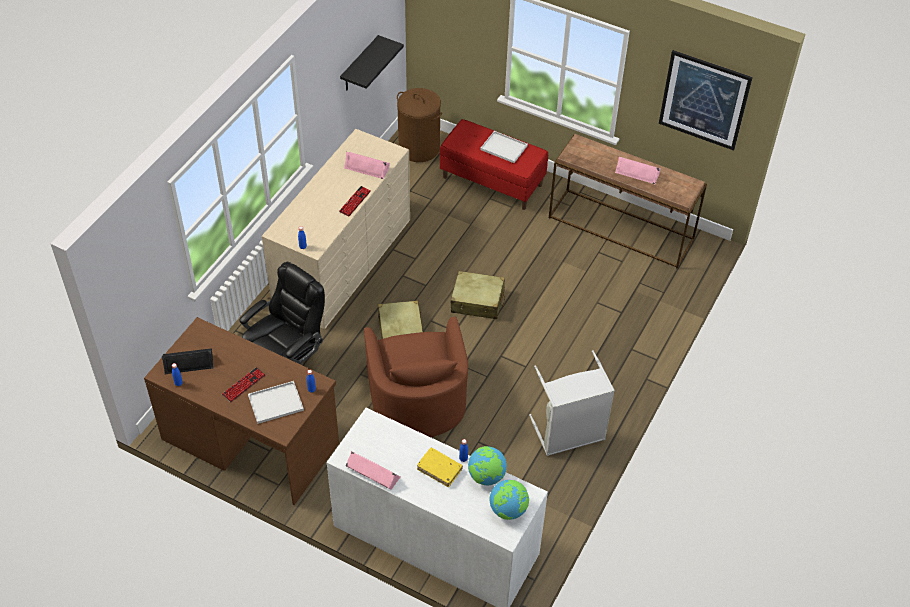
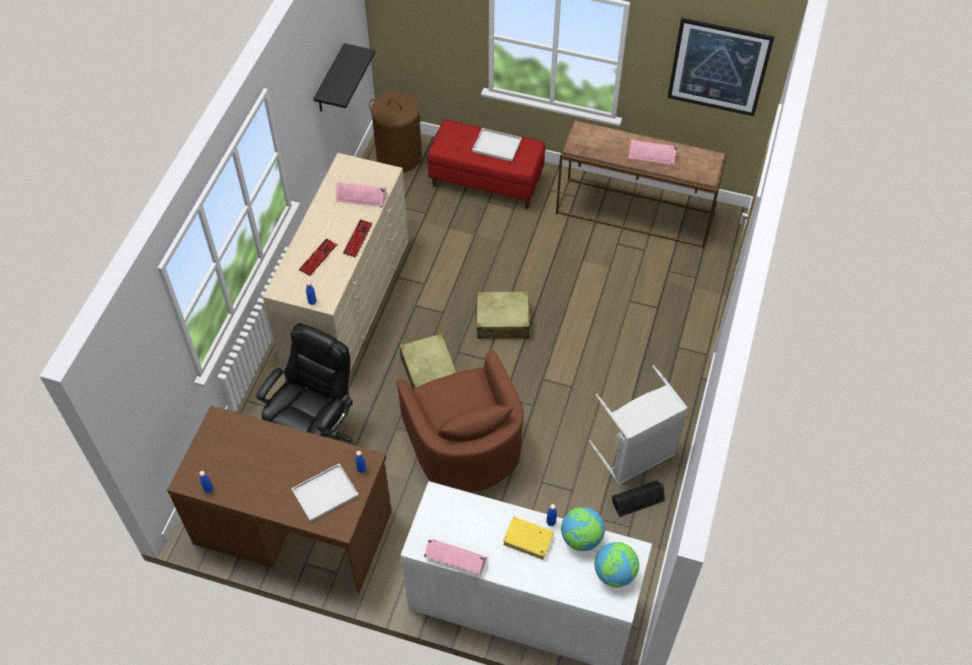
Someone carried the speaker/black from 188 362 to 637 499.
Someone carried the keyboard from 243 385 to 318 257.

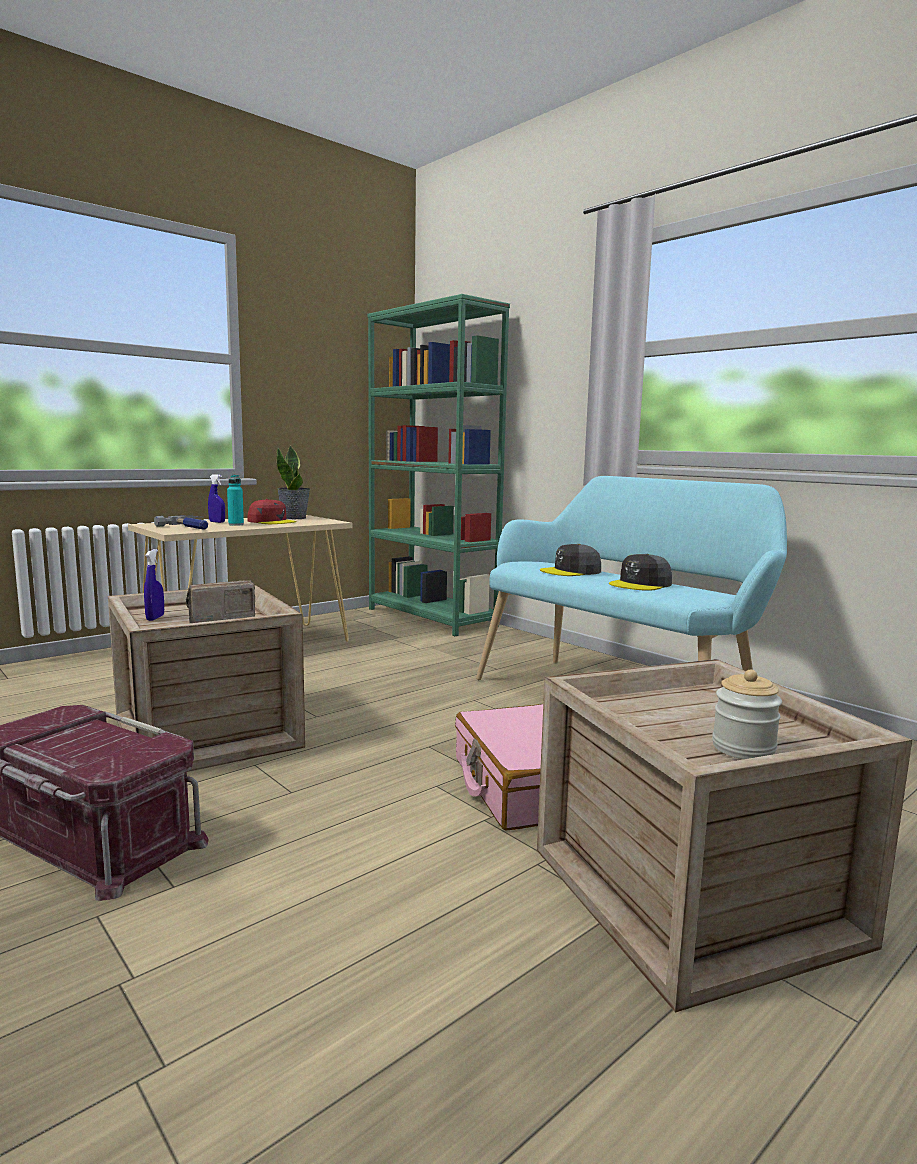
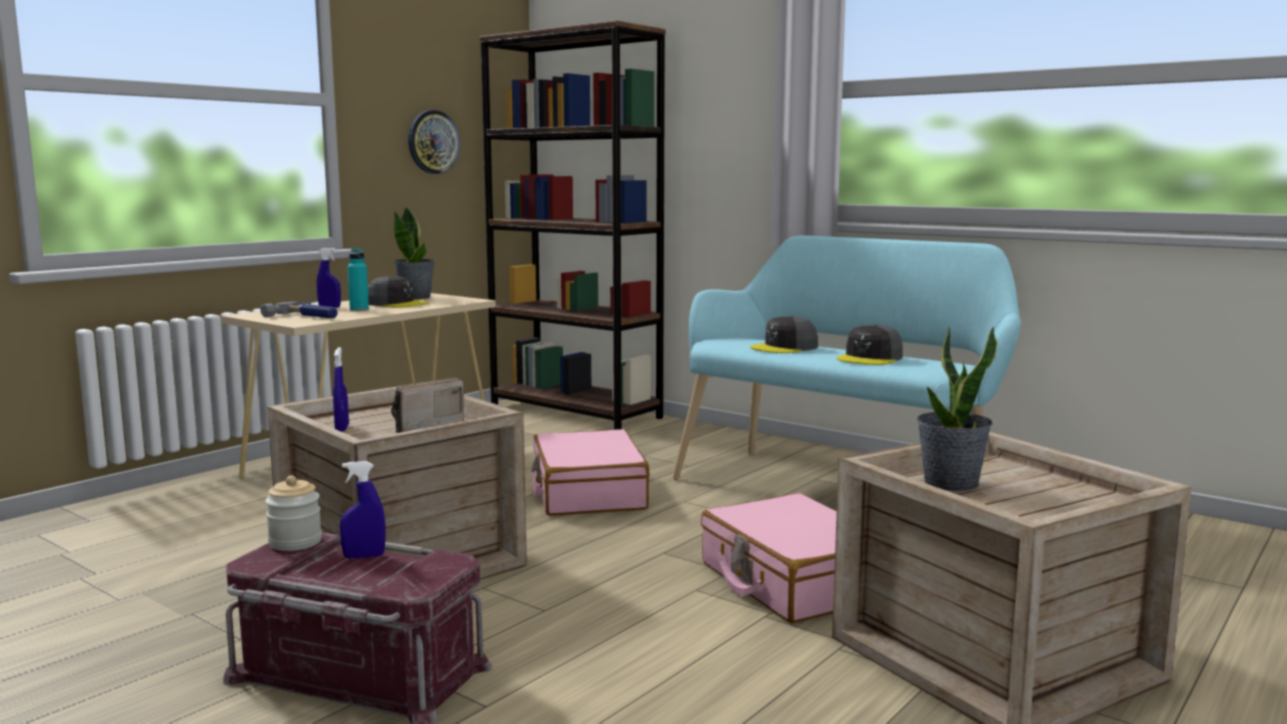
Someone put down the spray bottle/blue at 364 556.
Someone put up the wall clock at 433 142.
Someone put down the suitcase/pink at 587 493.
Someone put down the potted plant at 950 483.
Someone carried the jar from 743 748 to 295 542.
Someone repainted the cap/red at 272 521, which became the cap/grey at 396 303.
Someone repainted the bookcase/green at 431 617, which became the bookcase/brown at 575 412.

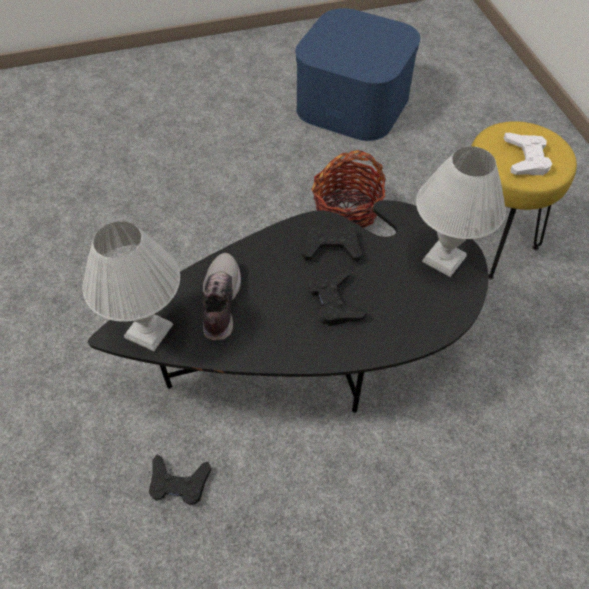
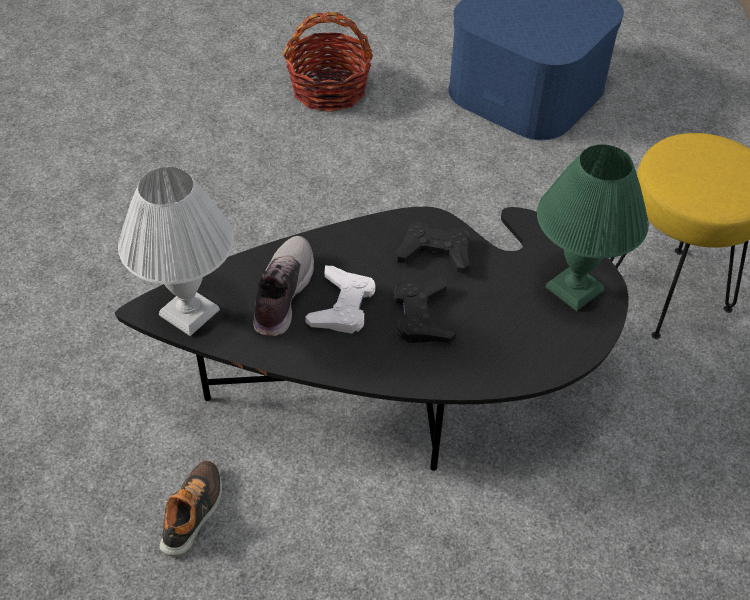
Someone carried the basket from 347 209 to 329 89.
Someone carried the game controller/white from 525 159 to 342 306.
Someone swapped the game controller/black at 179 483 for the shoe at 193 512.
Someone repainted the table lamp/white at 445 259, which became the table lamp/green at 576 289.

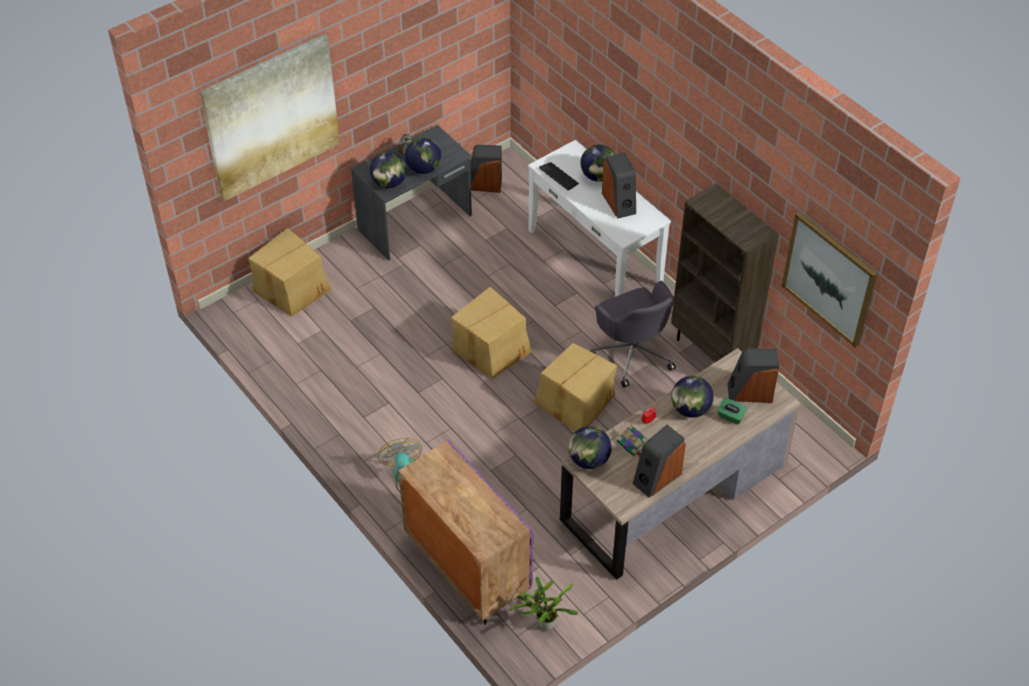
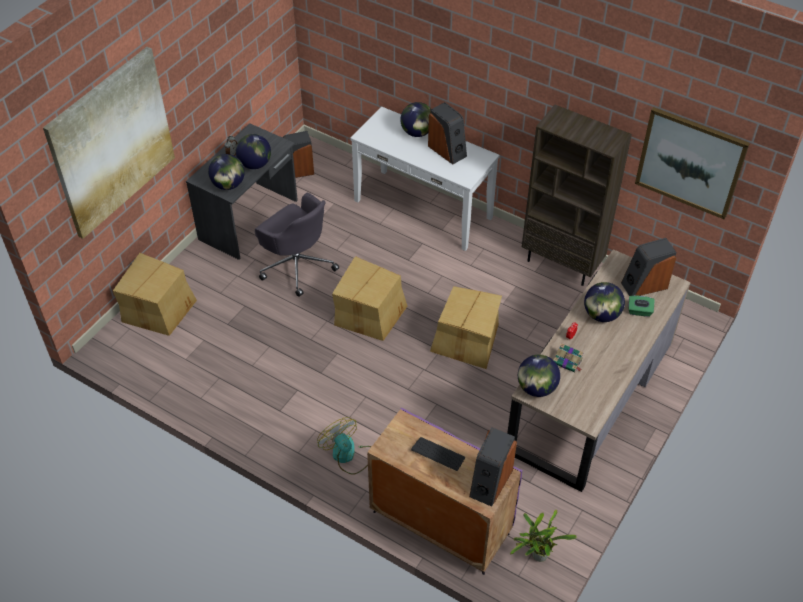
Someone carried the keyboard from 559 176 to 438 454.
Someone carried the office chair/grey from 632 352 to 297 264.
Someone carried the speaker from 656 477 to 490 482.

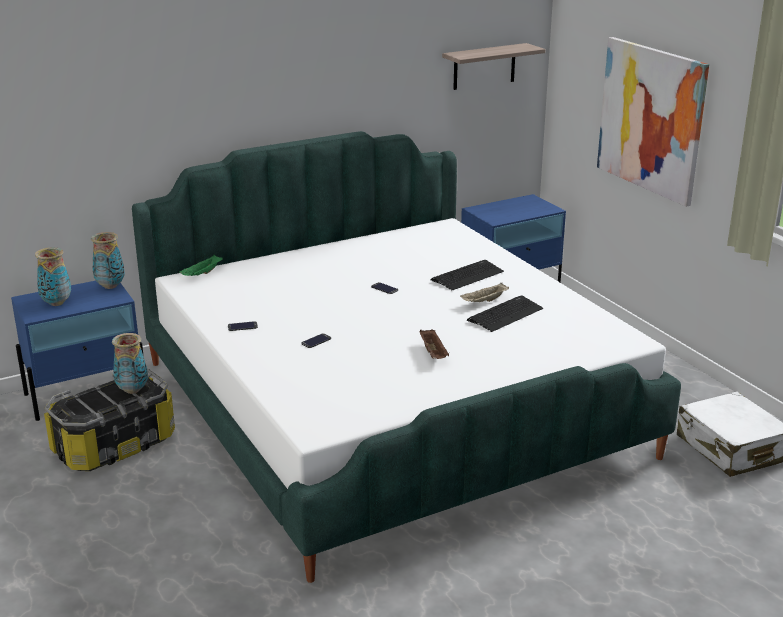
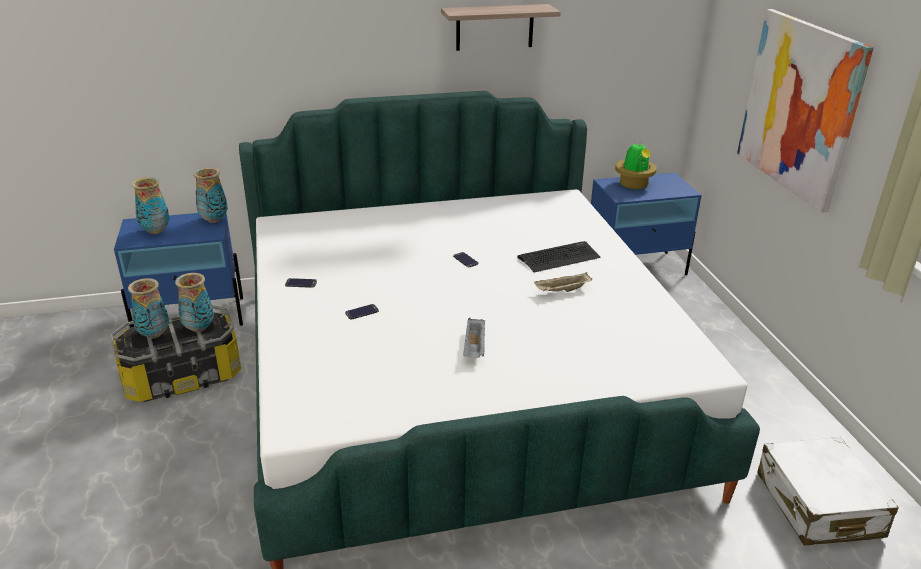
Someone took away the tray/green at 202 274.
Someone took away the keyboard at 505 314.
Someone put down the vase at 154 334.
Someone put down the potted plant at 634 185.
Someone carried the shelf from 484 66 to 494 27.
Someone repainted the tray/brown at 433 353, which became the tray/grey at 474 348.

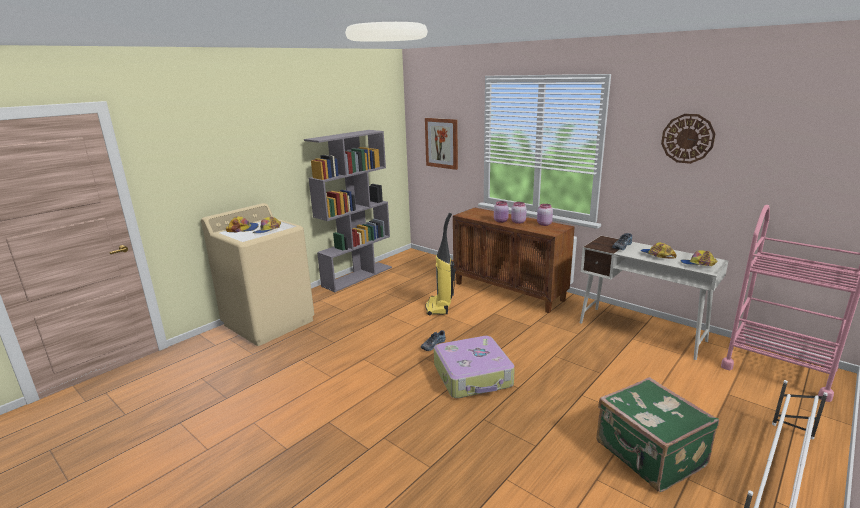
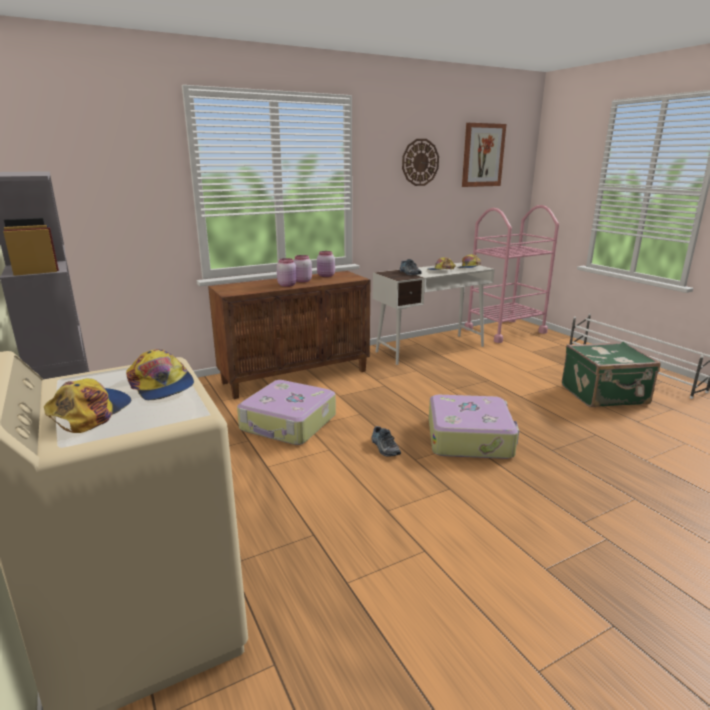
Someone carried the picture from 442 143 to 482 155.
Someone swapped the vacuum cleaner at 439 307 for the suitcase at 288 423.

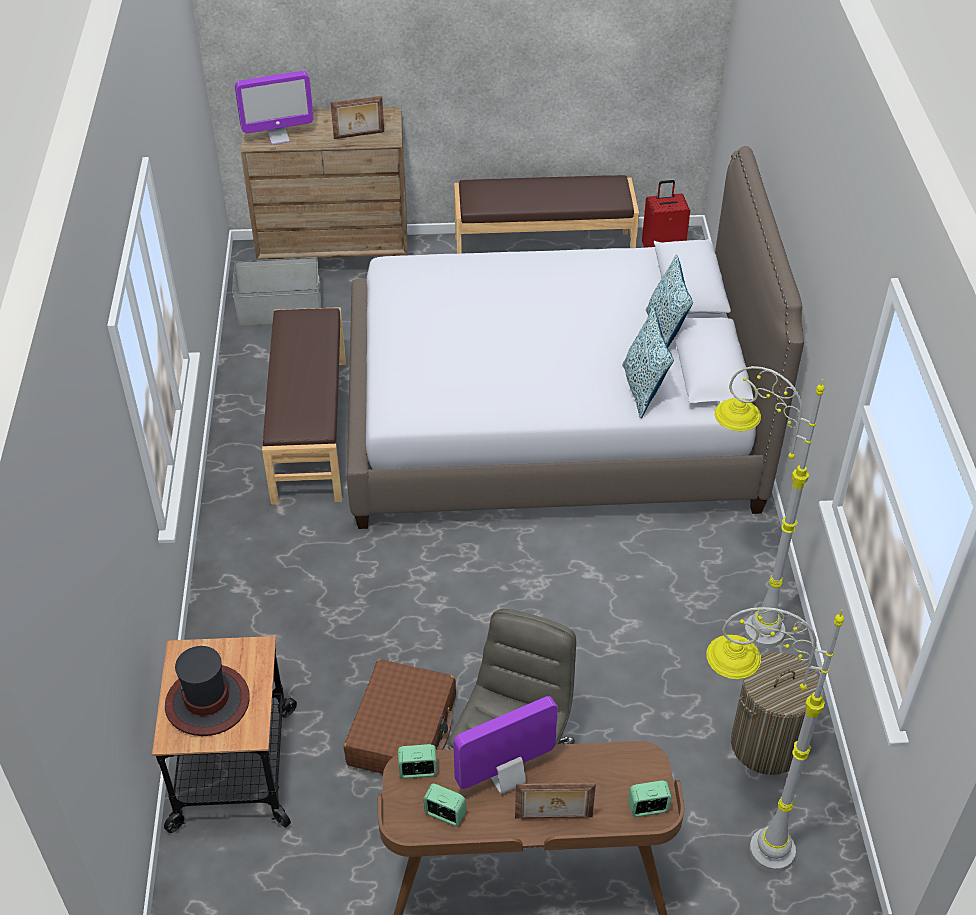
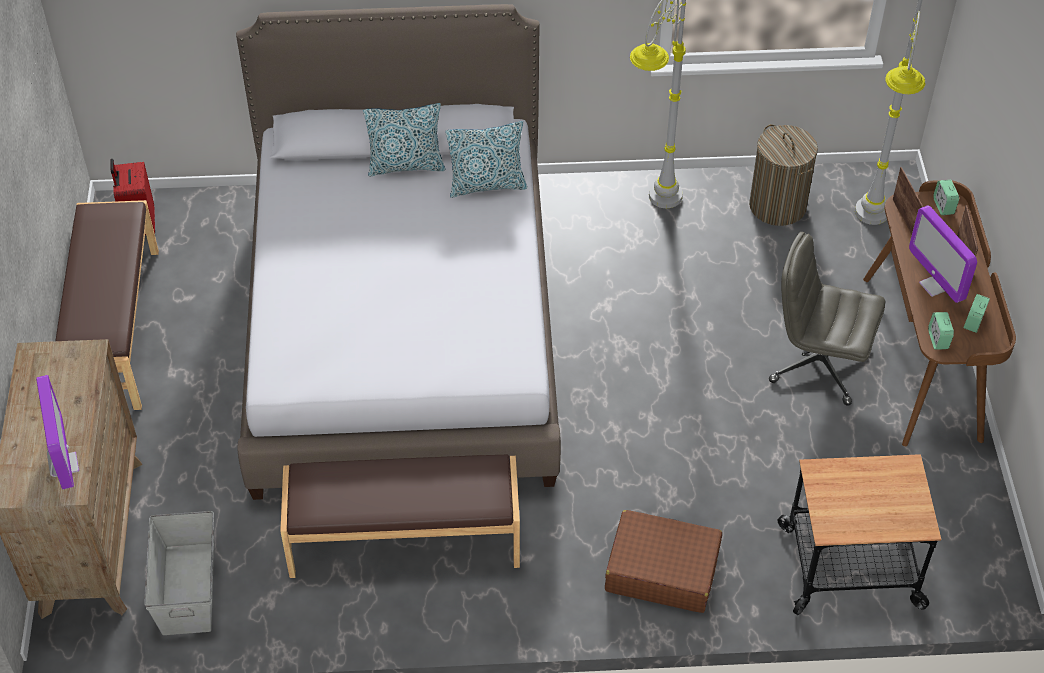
Someone took away the hat at 208 702.
Someone carried the picture frame from 359 135 to 905 219.
Someone carried the suitcase/brown from 402 731 to 661 570.

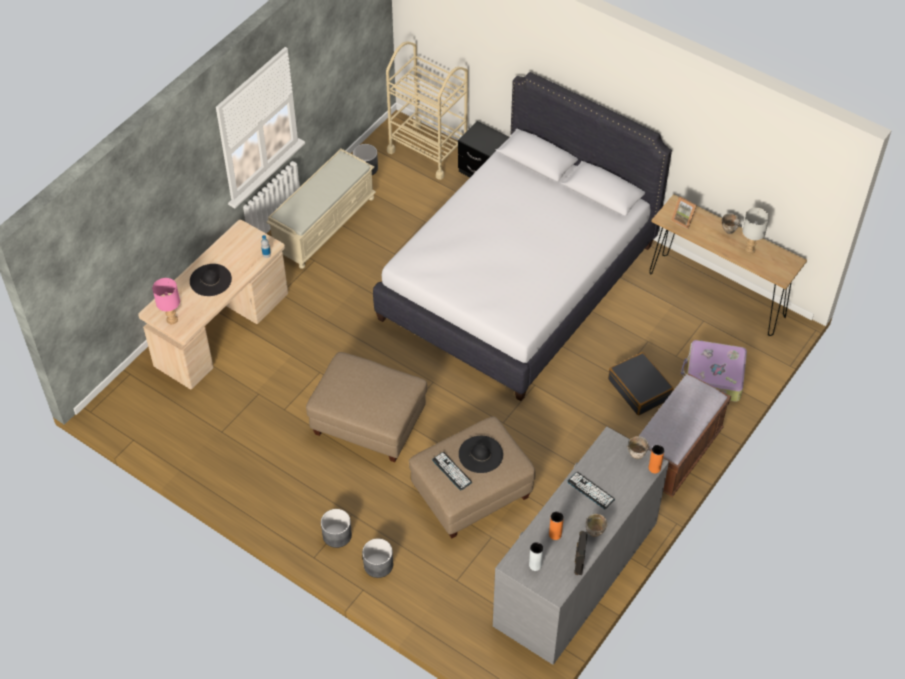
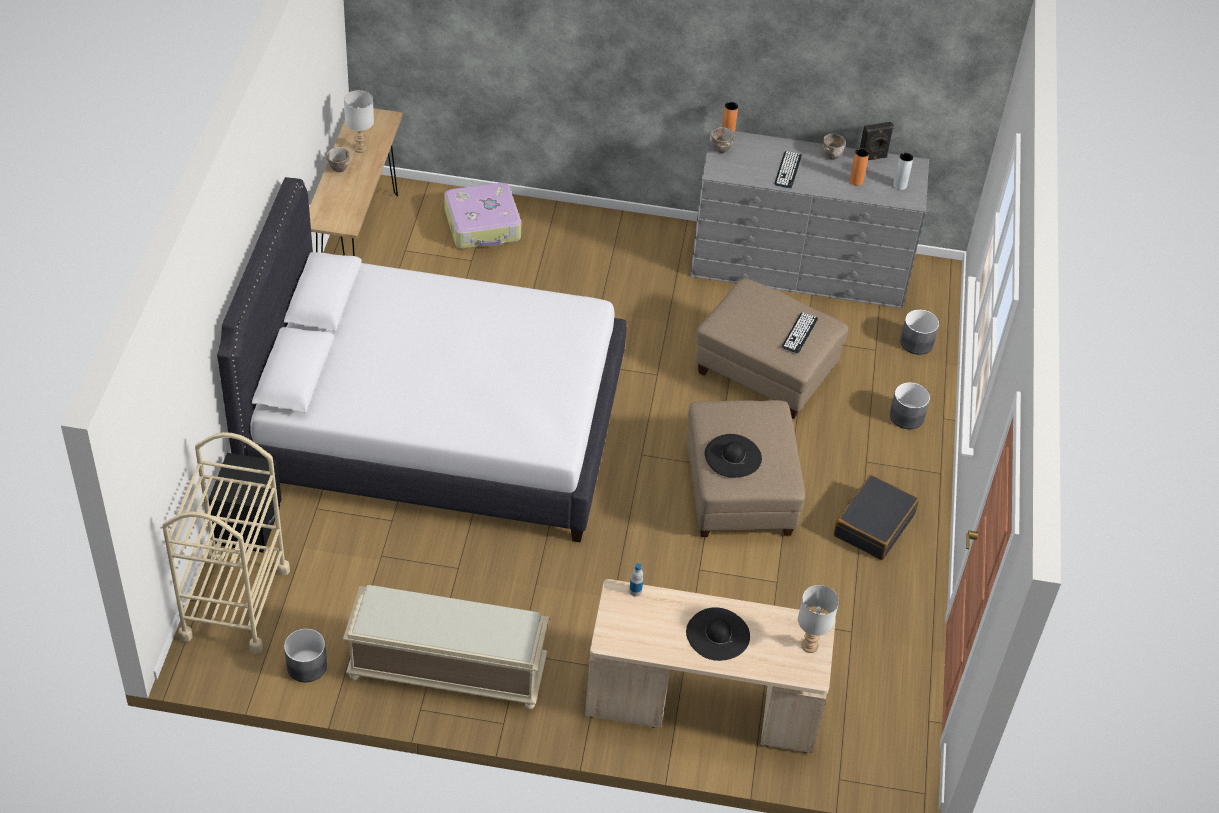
Someone took away the bench/brown at 676 453.
Someone took away the picture frame at 683 220.
Someone carried the planter/grey from 336 535 to 917 343.
Someone carried the hat/black from 480 454 to 733 456.
Someone carried the suitcase/black from 639 389 to 873 525.
Someone repainted the table lamp/pink at 172 320, which became the table lamp/grey at 810 645.

